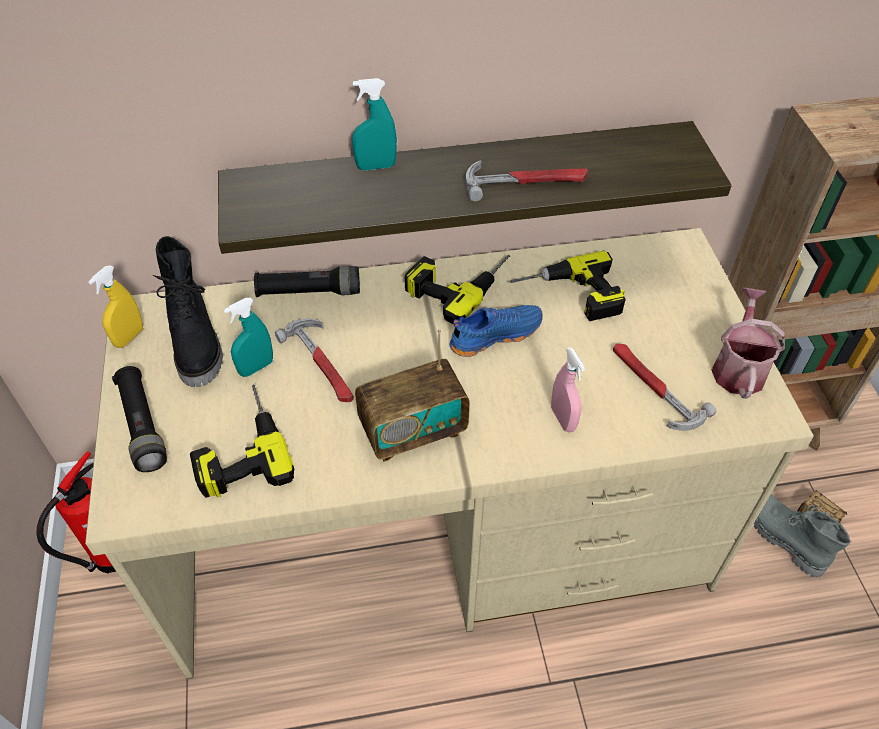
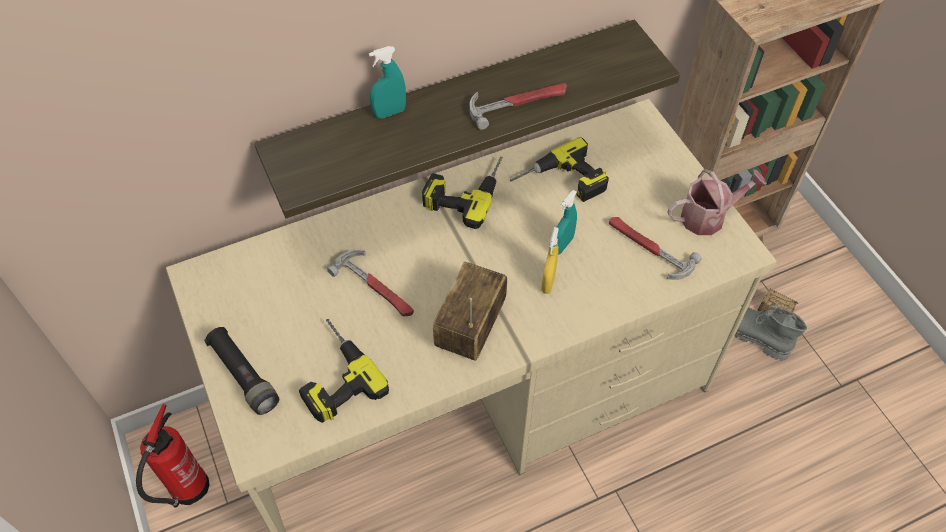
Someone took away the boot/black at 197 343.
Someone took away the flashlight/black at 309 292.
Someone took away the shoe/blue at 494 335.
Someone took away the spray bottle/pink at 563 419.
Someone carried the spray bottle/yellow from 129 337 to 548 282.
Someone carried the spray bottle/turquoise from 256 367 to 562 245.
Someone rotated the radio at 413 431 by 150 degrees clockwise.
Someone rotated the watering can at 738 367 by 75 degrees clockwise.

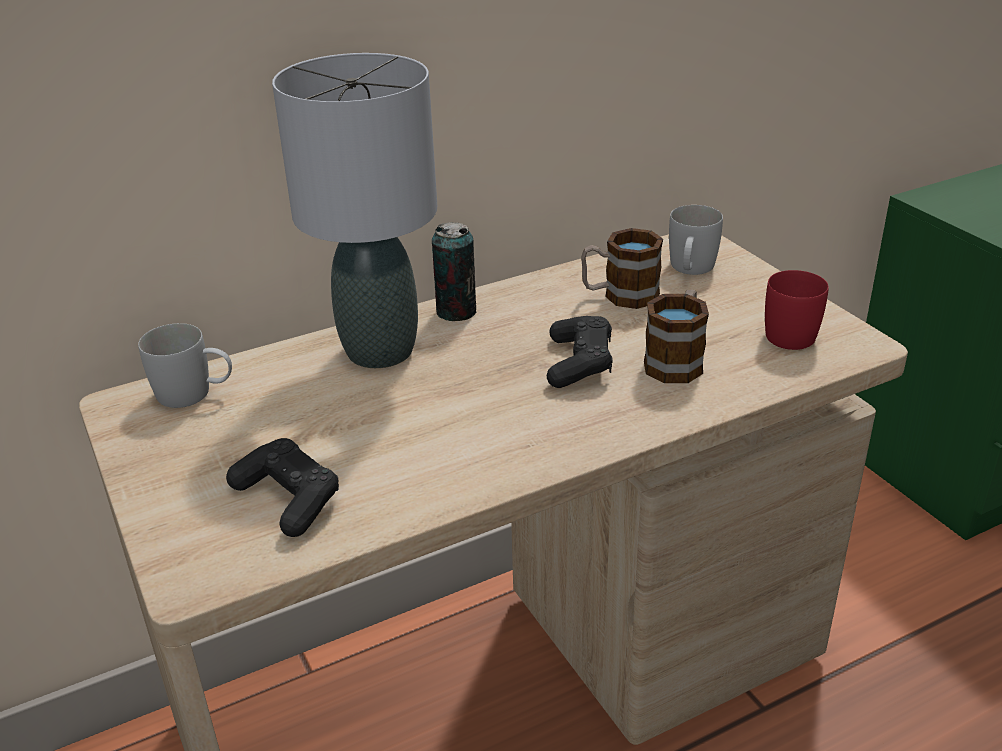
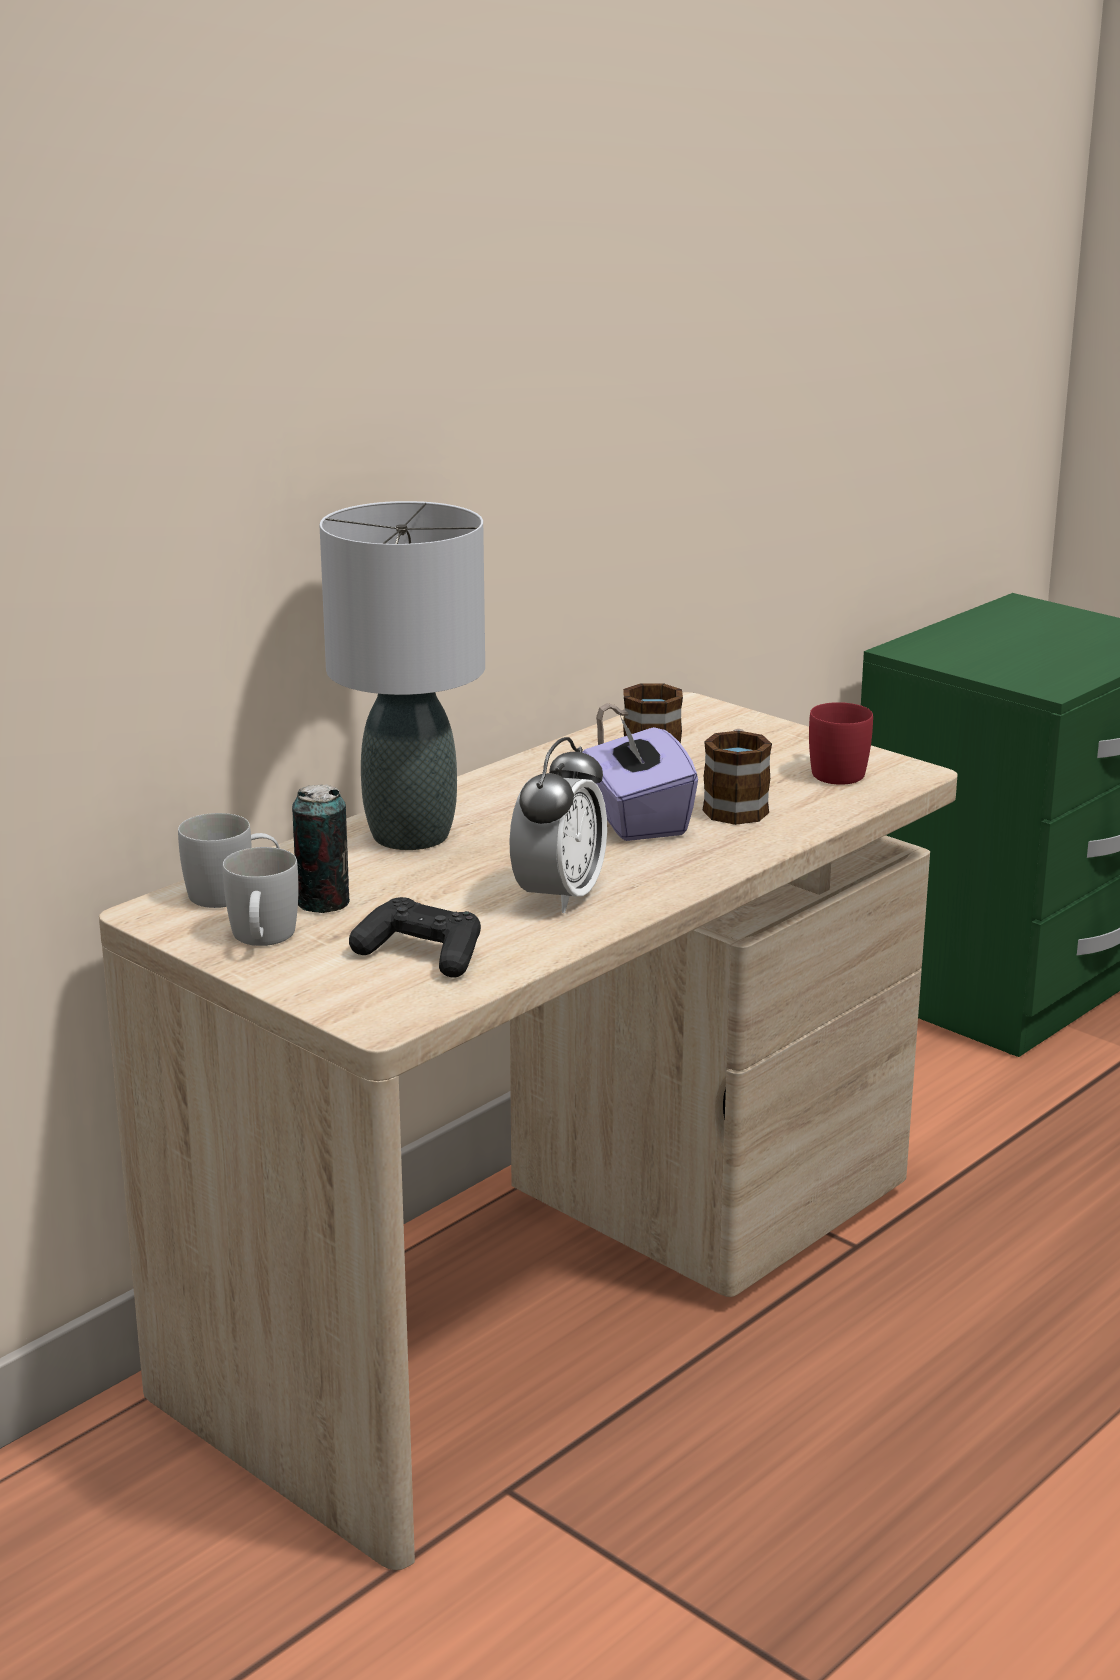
Someone put down the alarm clock at 559 896.
Someone carried the can from 456 312 to 323 903.
Someone carried the mug/white from 690 270 to 262 939.
Someone swapped the game controller/black at 579 363 for the tissue box/purple at 637 819.

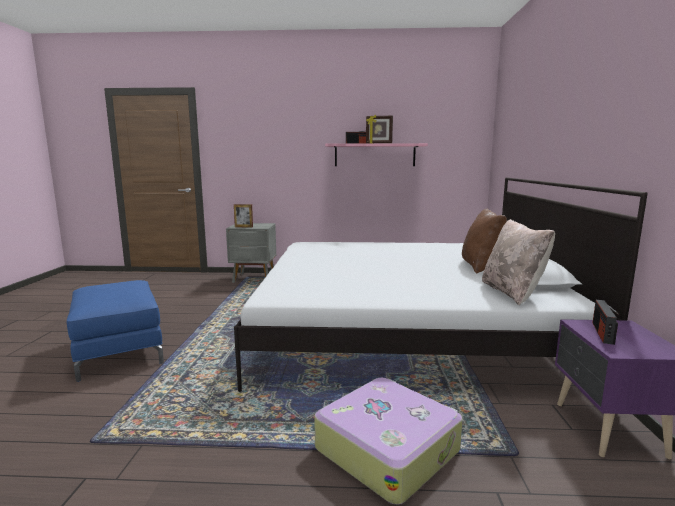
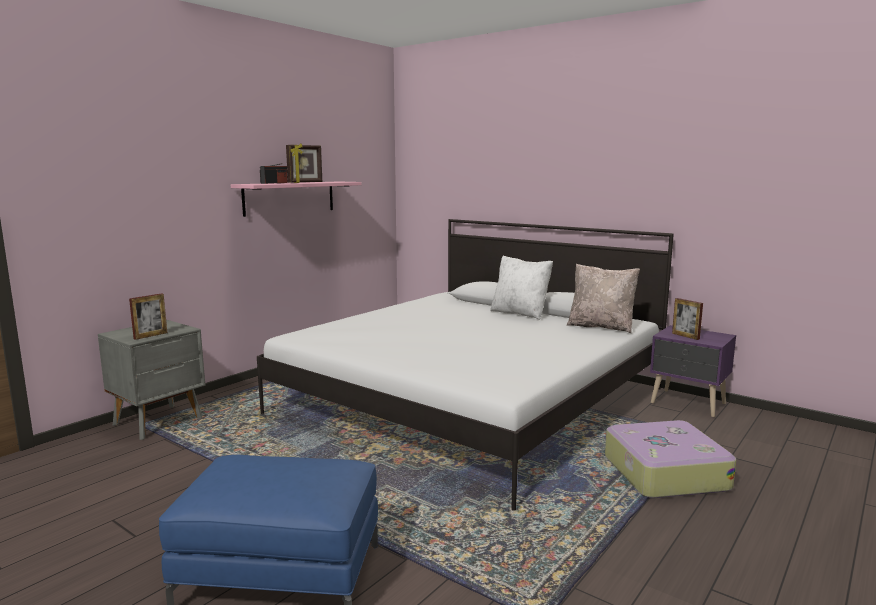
Someone swapped the radio at 602 333 for the picture frame at 685 336.
Someone repainted the pillow/brown at 481 266, which became the pillow/white at 520 313.

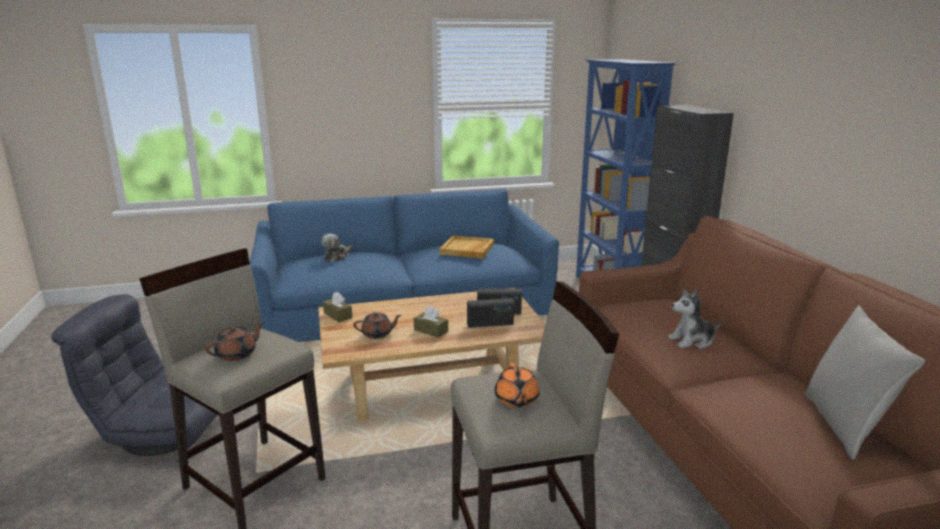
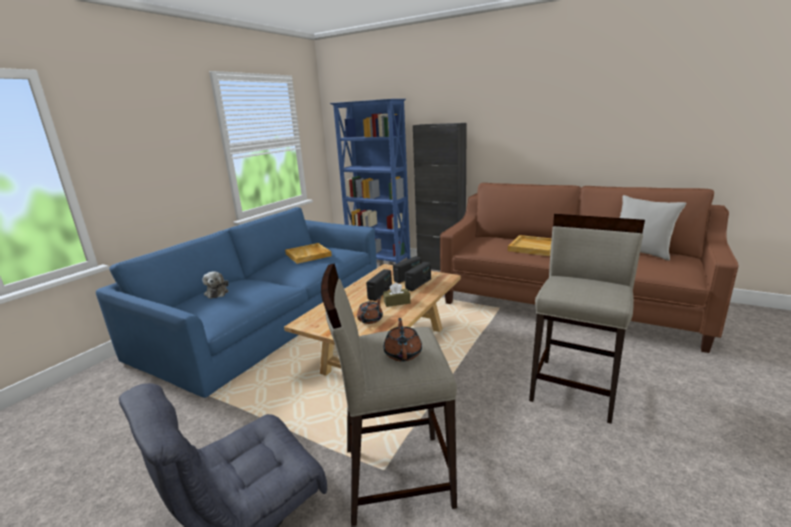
Someone took away the tissue box/brown at 338 315.
Someone took away the teapot/orange at 516 400.
Someone put down the radio at 380 293.
Someone swapped the plush toy at 692 341 for the tray/beige at 533 247.

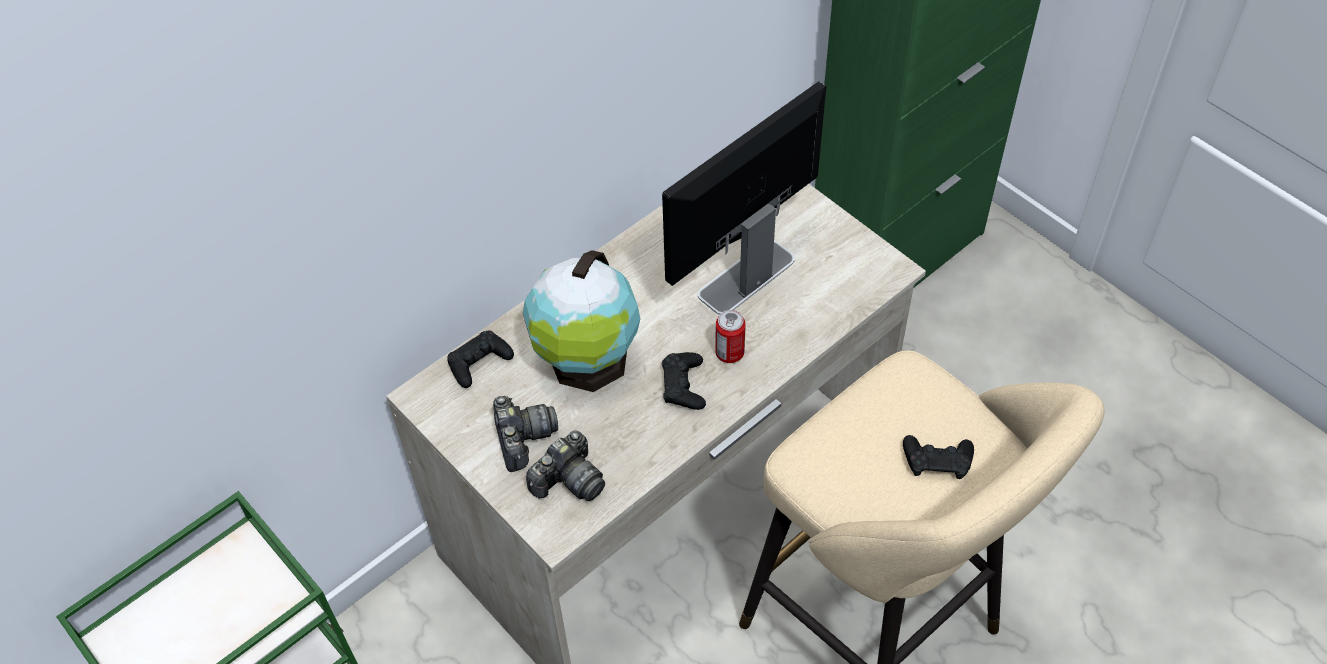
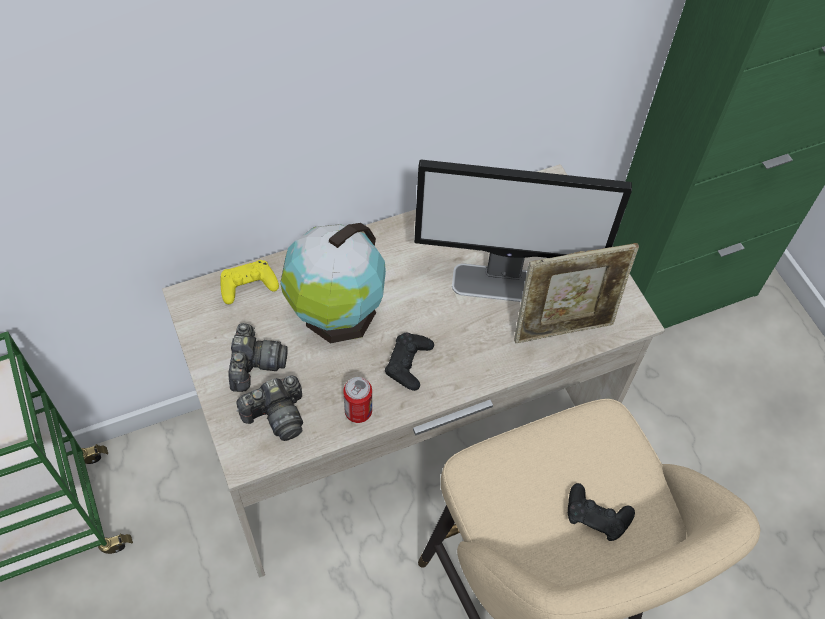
Someone put down the picture frame at 563 328.
Someone carried the can from 729 353 to 358 411.
Someone repainted the game controller/black at 479 363, which became the game controller/yellow at 248 285.
Someone rotated the monitor at 745 277 by 150 degrees counterclockwise.

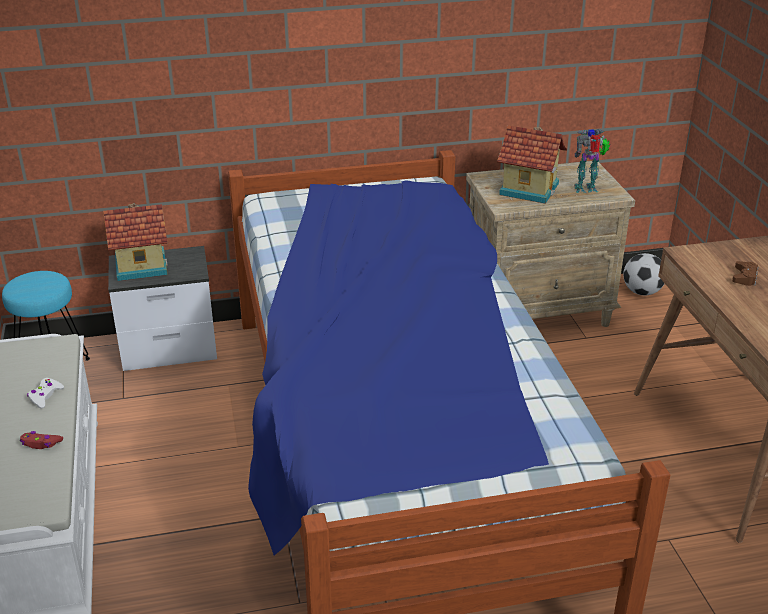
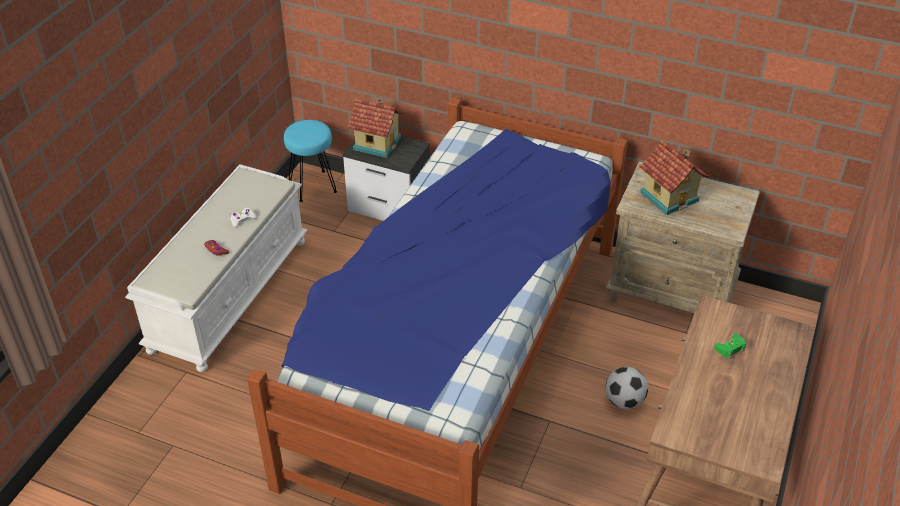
Someone took away the toy robot at 587 189.
Someone carried the football from 642 292 to 624 401.
Someone repainted the game controller/brown at 744 277, which became the game controller/green at 730 348.

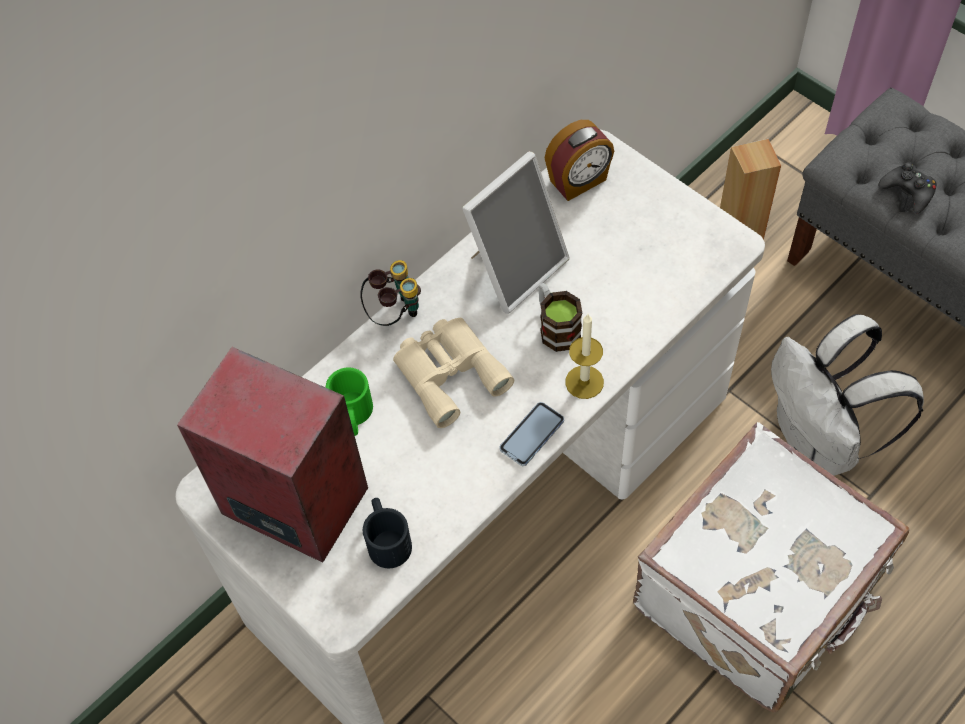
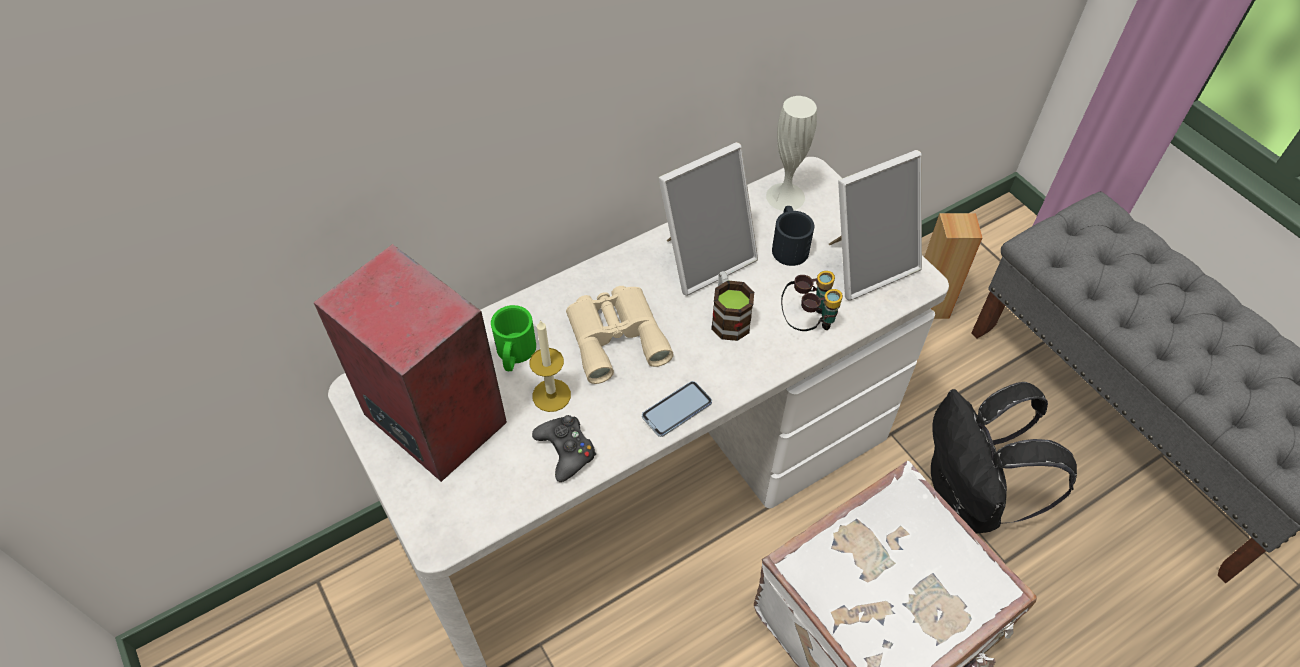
Someone put down the picture frame at 867 264.
Someone carried the binoculars from 394 312 to 807 322.
Someone carried the mug/black from 387 538 to 788 245.
Someone carried the candle from 584 382 to 551 395.
Someone carried the game controller/black from 908 191 to 566 450.
Someone swapped the alarm clock at 579 181 for the vase/white at 785 196.
Someone repainted the backpack/white at 820 443, which became the backpack/black at 967 501.

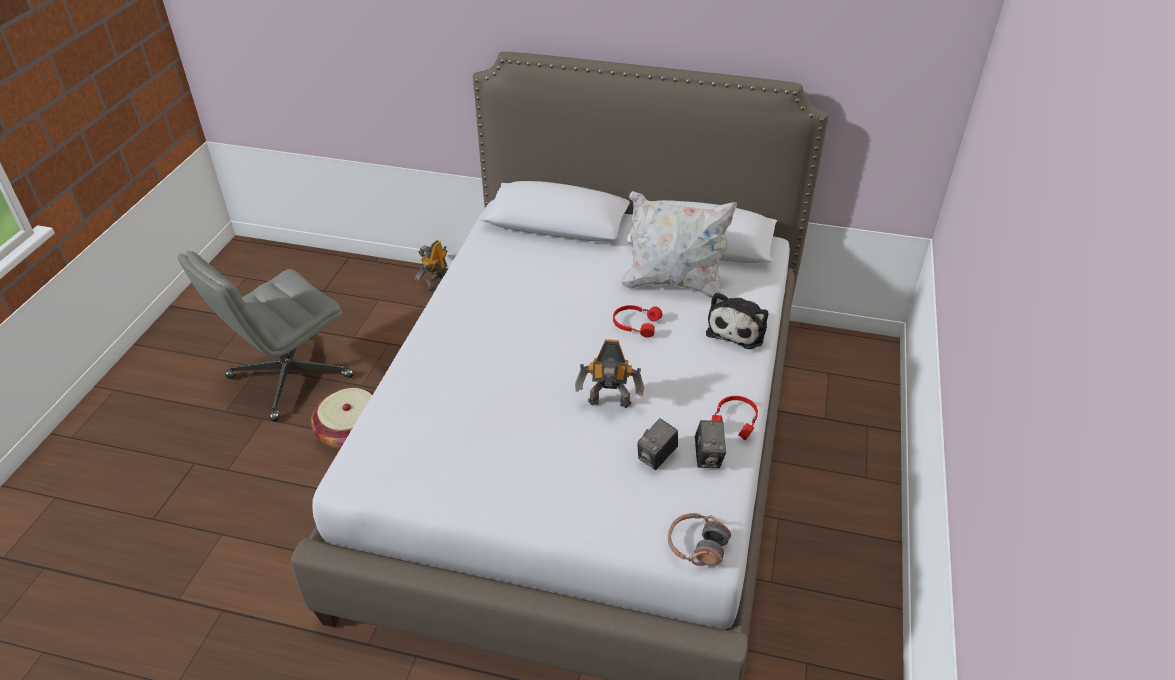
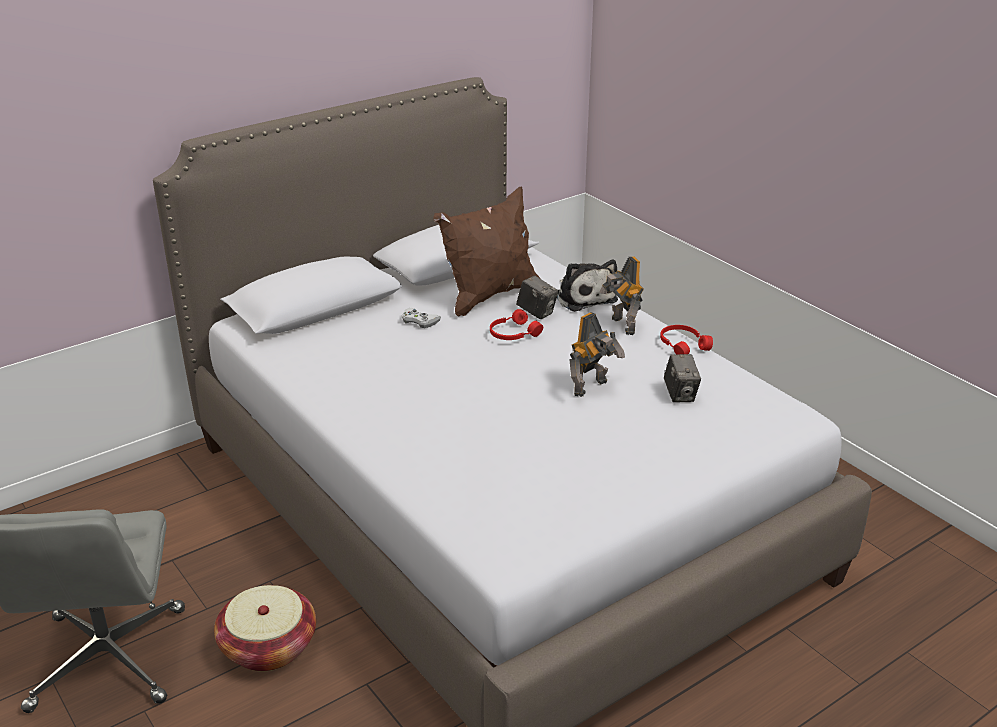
Someone took away the headphones at 697 546.
Someone put down the game controller/white at 419 321.
Someone carried the toy robot from 436 283 to 621 326.
Someone carried the photo camera from 708 457 to 537 312.
Someone repainted the pillow/white at 674 284, which became the pillow/brown at 489 296.

